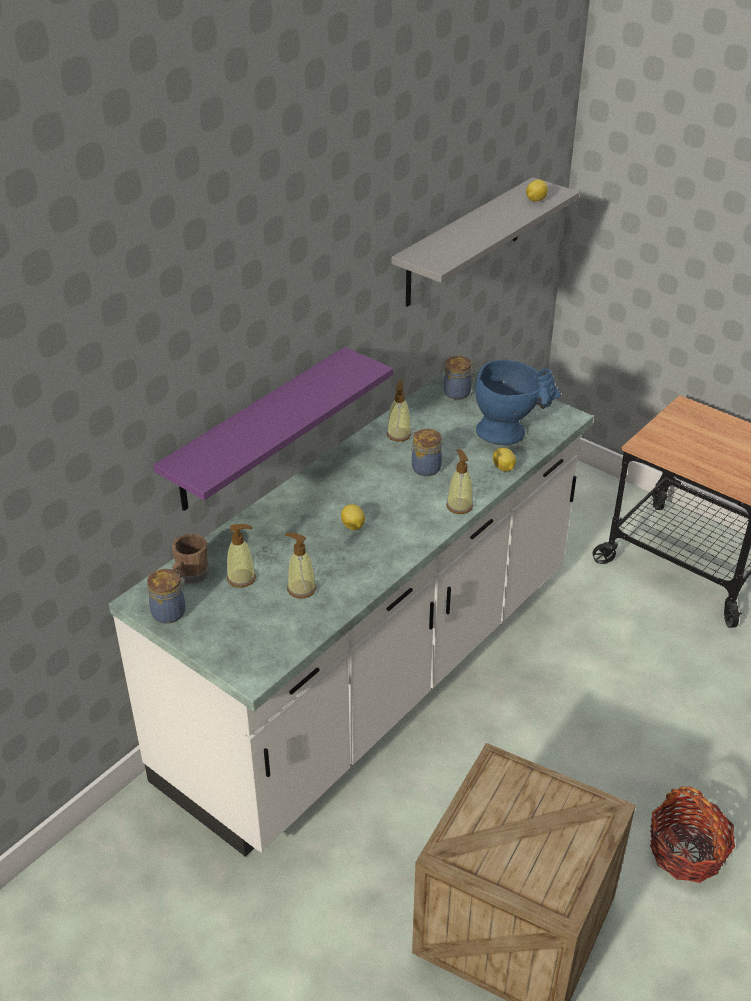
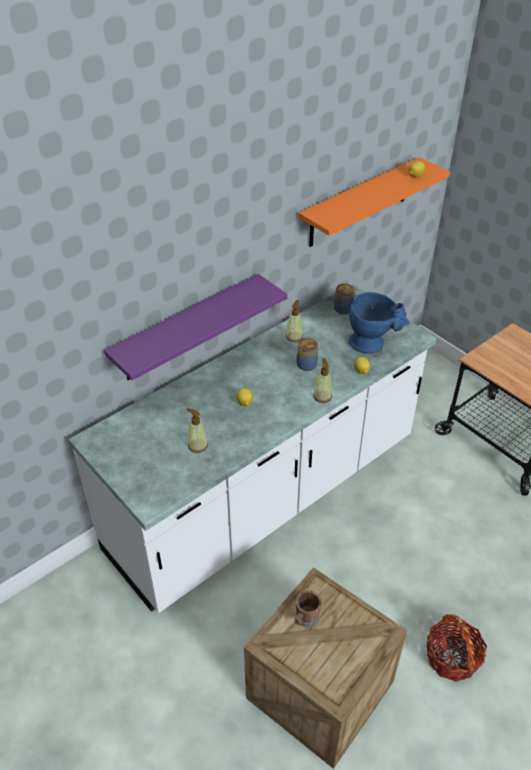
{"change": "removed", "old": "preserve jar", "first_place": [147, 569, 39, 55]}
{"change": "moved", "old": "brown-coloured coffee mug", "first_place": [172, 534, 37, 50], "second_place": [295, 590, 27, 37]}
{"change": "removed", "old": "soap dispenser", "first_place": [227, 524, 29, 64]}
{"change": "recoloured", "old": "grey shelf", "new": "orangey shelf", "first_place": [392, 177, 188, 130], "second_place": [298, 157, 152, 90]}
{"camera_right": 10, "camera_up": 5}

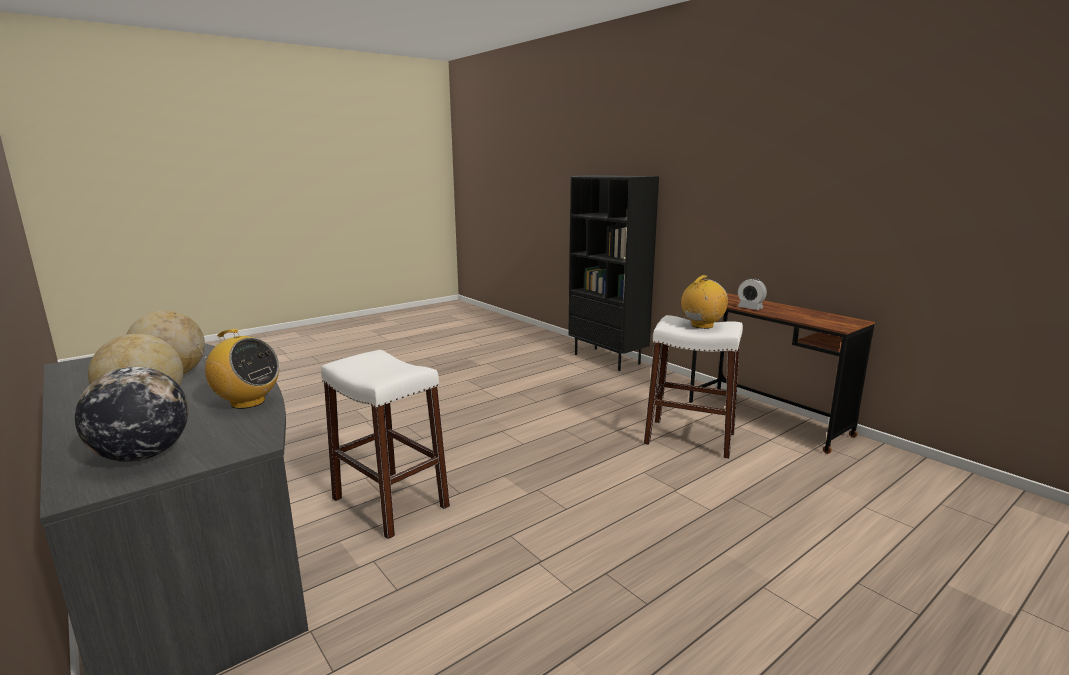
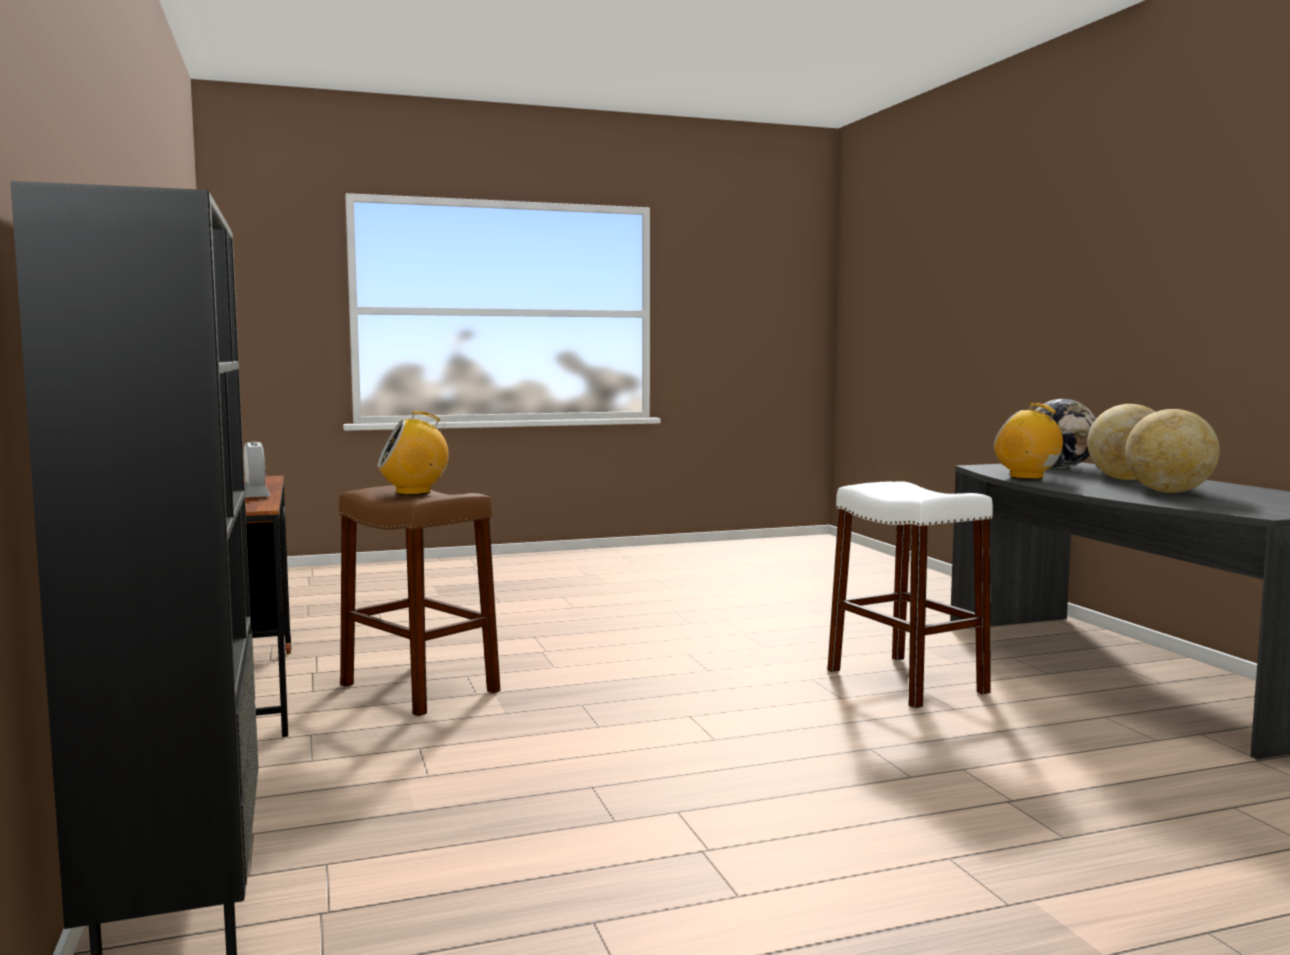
{"change": "recoloured", "old": "white stool seat", "new": "brown-coloured stool seat", "first_place": [644, 315, 99, 144], "second_place": [339, 485, 161, 231]}
{"camera_right": -160, "camera_up": -10}

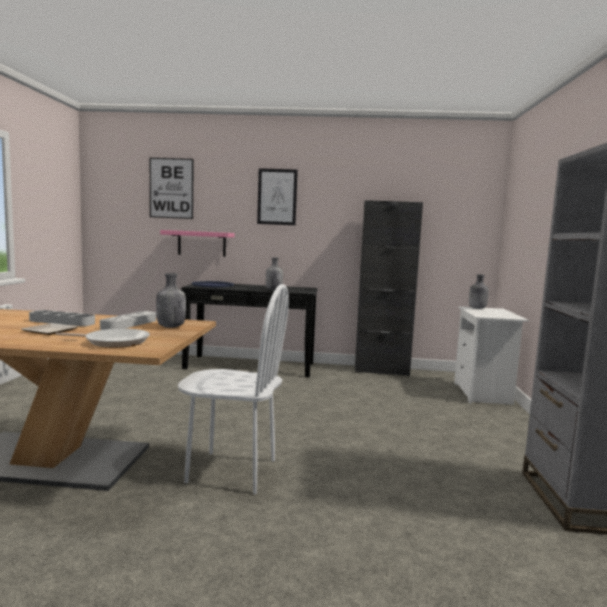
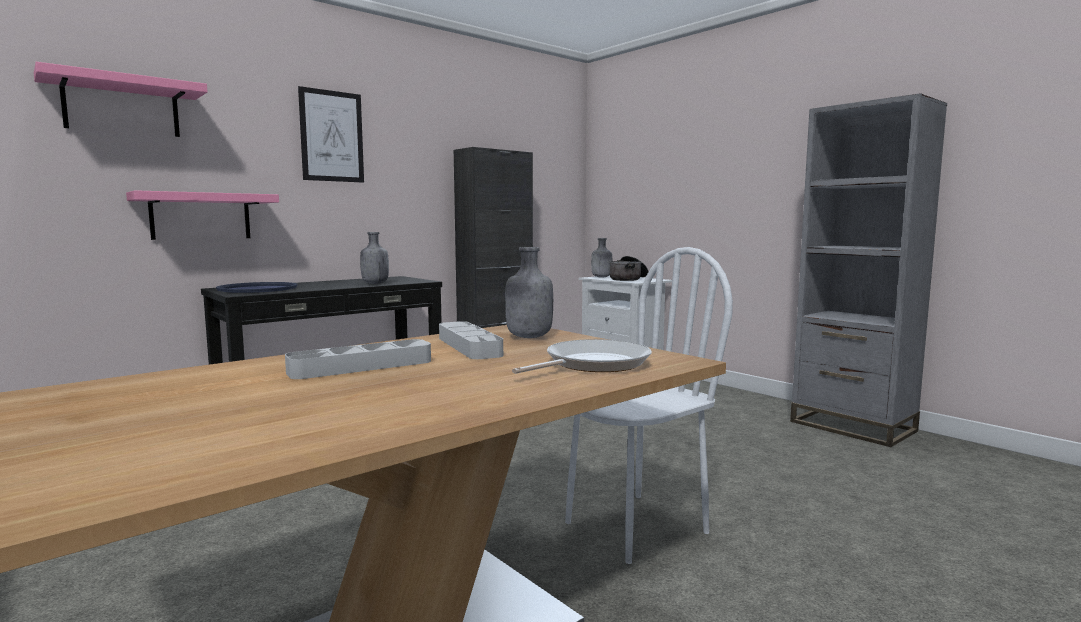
{"change": "removed", "old": "dinner plate", "first_place": [21, 323, 57, 12]}
{"change": "replaced", "old": "wall picture", "new": "pinkish shelf", "first_place": [150, 158, 44, 61], "second_place": [34, 62, 174, 75]}
{"change": "added", "new": "cooking pot", "second_place": [609, 256, 39, 25]}
{"camera_right": -45, "camera_up": 0}

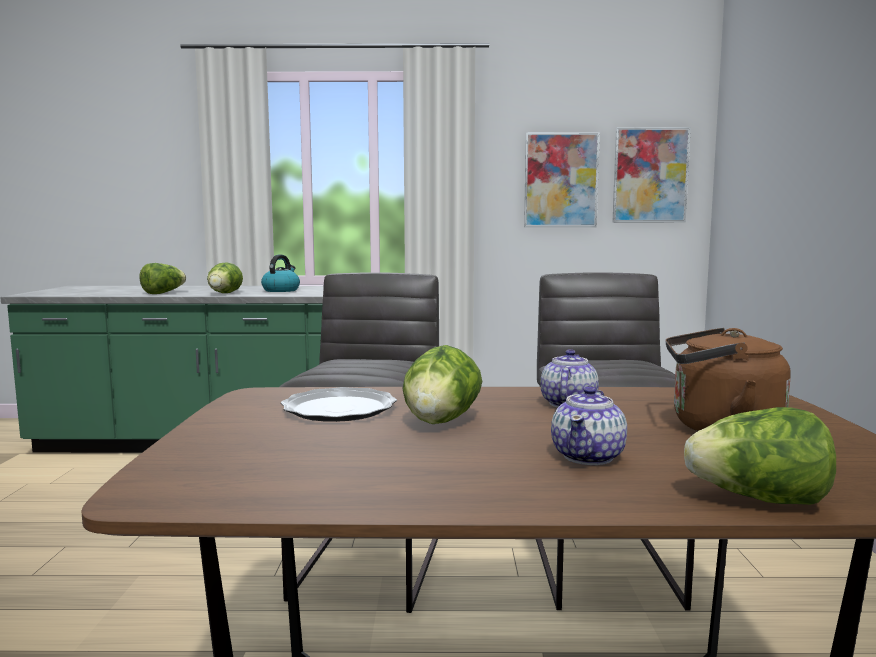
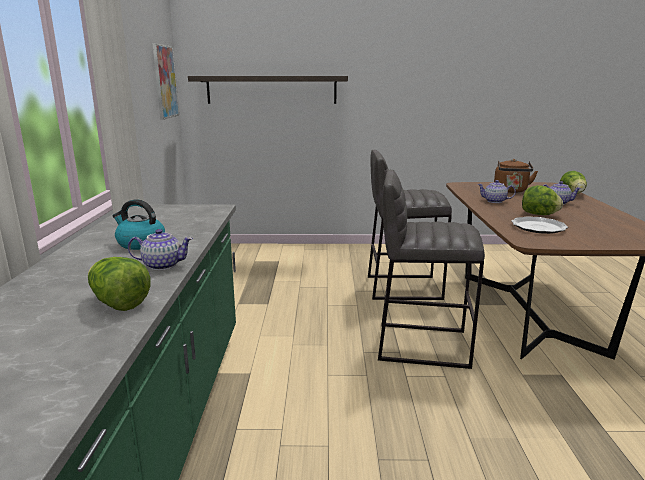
{"change": "replaced", "old": "lettuce", "new": "pot for tea", "first_place": [207, 263, 36, 30], "second_place": [128, 229, 65, 41]}
{"change": "removed", "old": "wall picture", "first_place": [524, 132, 76, 96]}
{"change": "added", "new": "shelf", "second_place": [188, 76, 160, 28]}
{"camera_right": -90, "camera_up": 10}

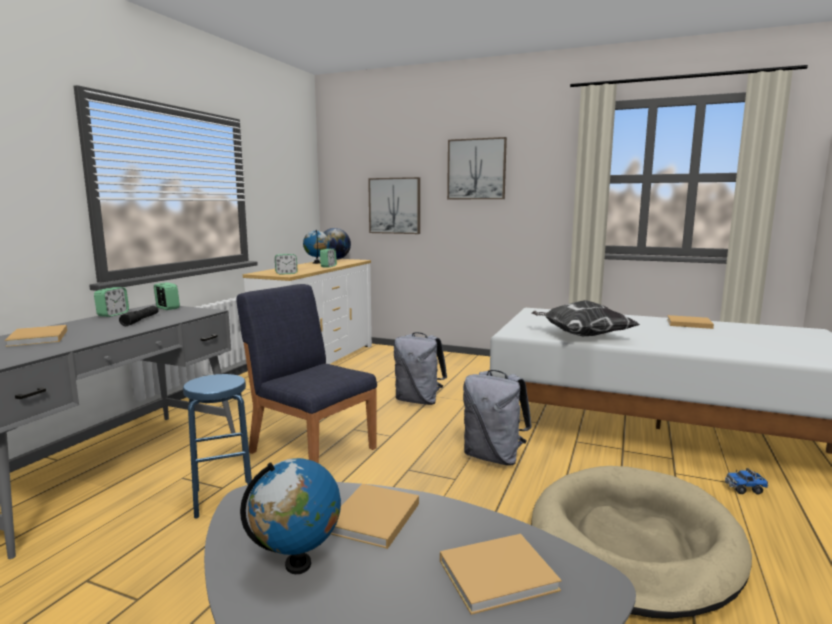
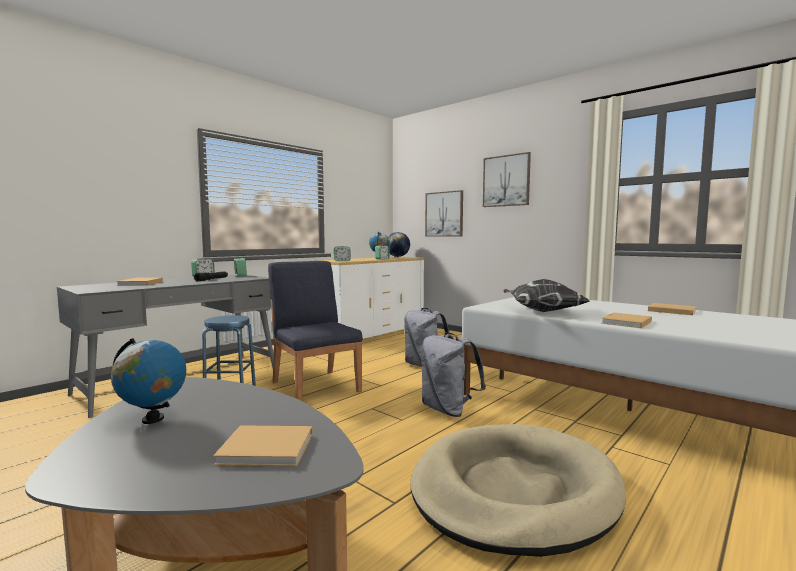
{"change": "moved", "old": "sand-coloured bound book", "first_place": [330, 484, 89, 65], "second_place": [601, 312, 51, 16]}
{"change": "removed", "old": "model truck", "first_place": [725, 468, 43, 27]}
{"camera_right": 20, "camera_up": -5}

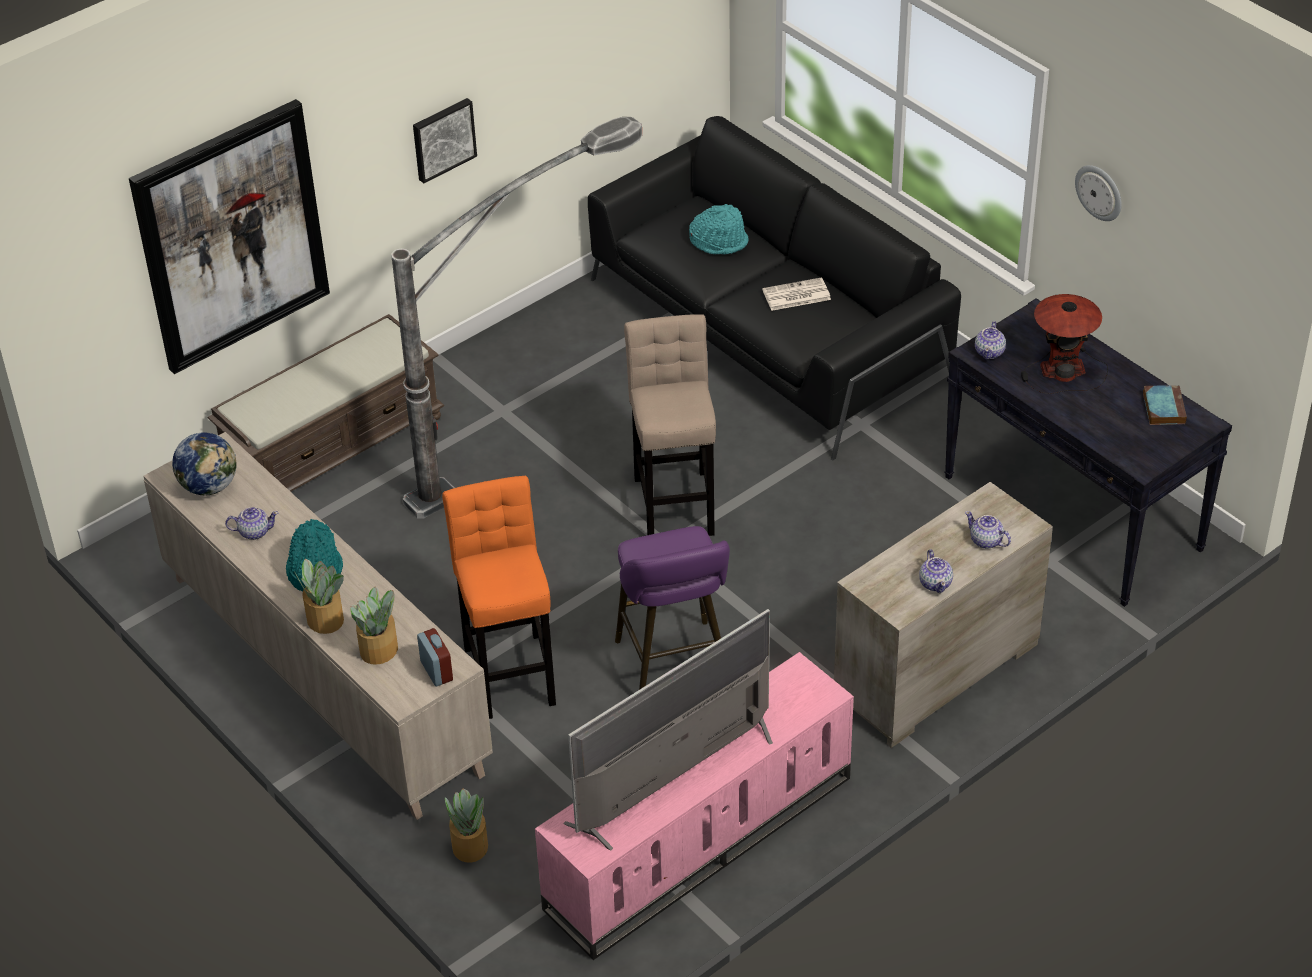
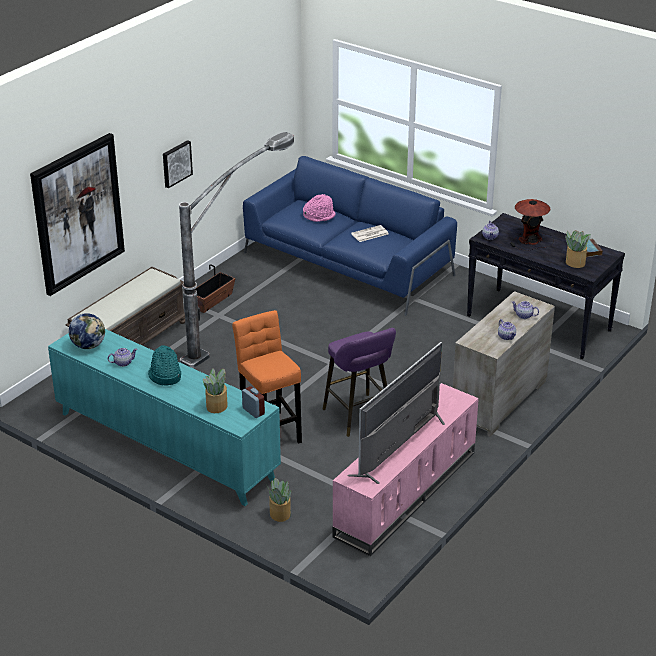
{"change": "recoloured", "old": "sand-coloured cabinet", "new": "turquoise-coloured cabinet", "first_place": [143, 432, 350, 388], "second_place": [48, 329, 233, 177]}
{"change": "moved", "old": "houseplant", "first_place": [294, 559, 50, 75], "second_place": [565, 230, 26, 38]}
{"change": "recoloured", "old": "blackish couch", "new": "bluish couch", "first_place": [588, 116, 373, 344], "second_place": [243, 156, 214, 160]}
{"change": "removed", "old": "sand-coloured stool seat", "first_place": [624, 314, 92, 222]}
{"change": "recoloured", "old": "turquoise-coloured wearable hat", "new": "pinkish wearable hat", "first_place": [689, 204, 60, 51], "second_place": [303, 194, 33, 28]}
{"change": "removed", "old": "wall clock", "first_place": [1075, 165, 47, 56]}
{"change": "added", "new": "planter", "second_place": [195, 264, 41, 49]}
{"camera_right": -15, "camera_up": -10}

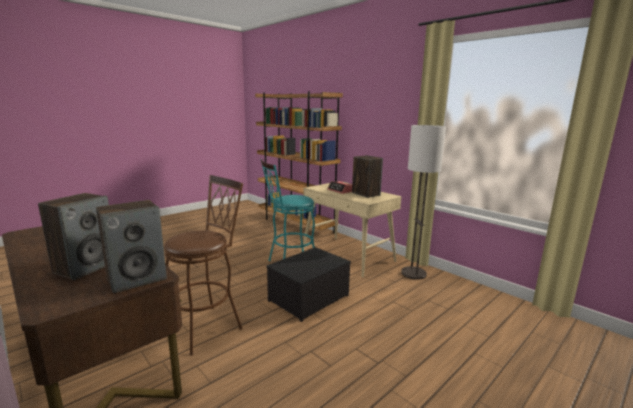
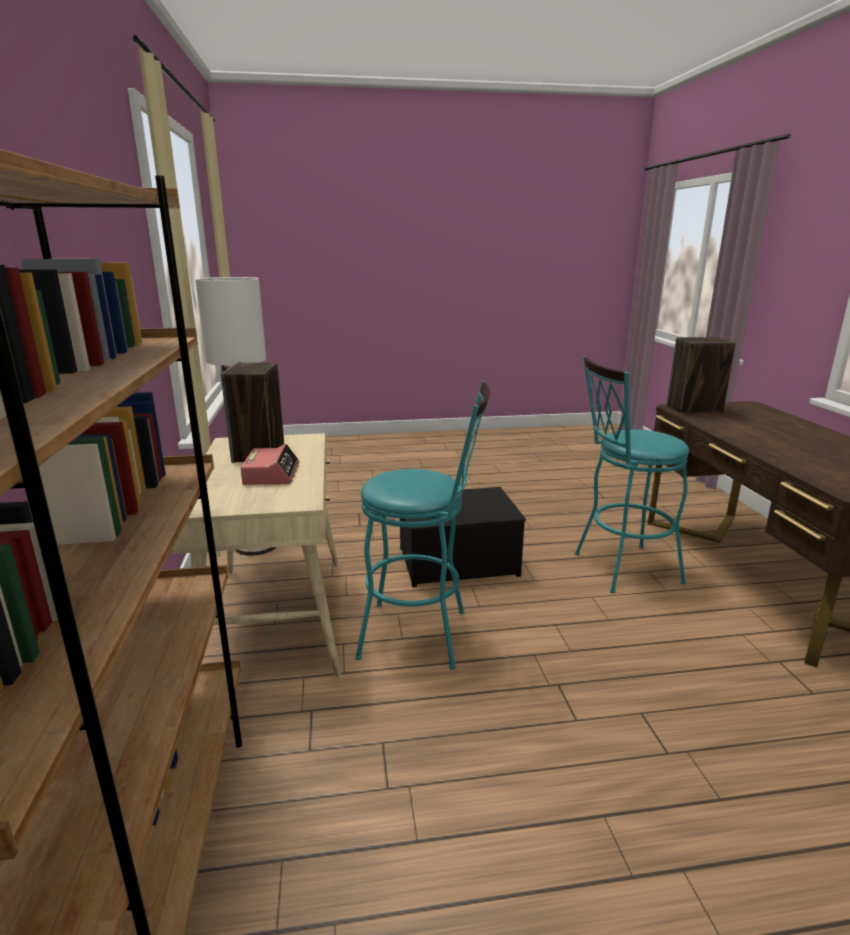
{"change": "removed", "old": "loudspeaker", "first_place": [38, 193, 71, 87]}
{"change": "recoloured", "old": "brown-coloured stool seat", "new": "turquoise-coloured stool seat", "first_place": [164, 175, 79, 181], "second_place": [575, 356, 114, 237]}
{"camera_right": -145, "camera_up": 5}

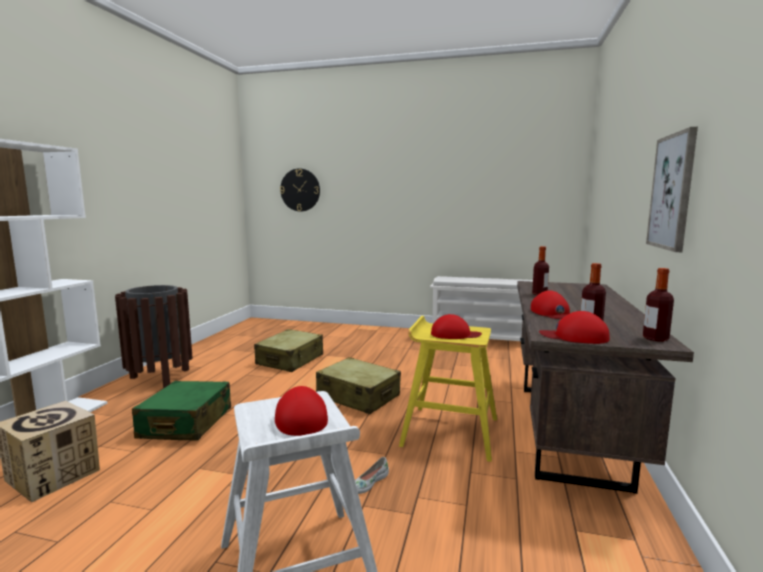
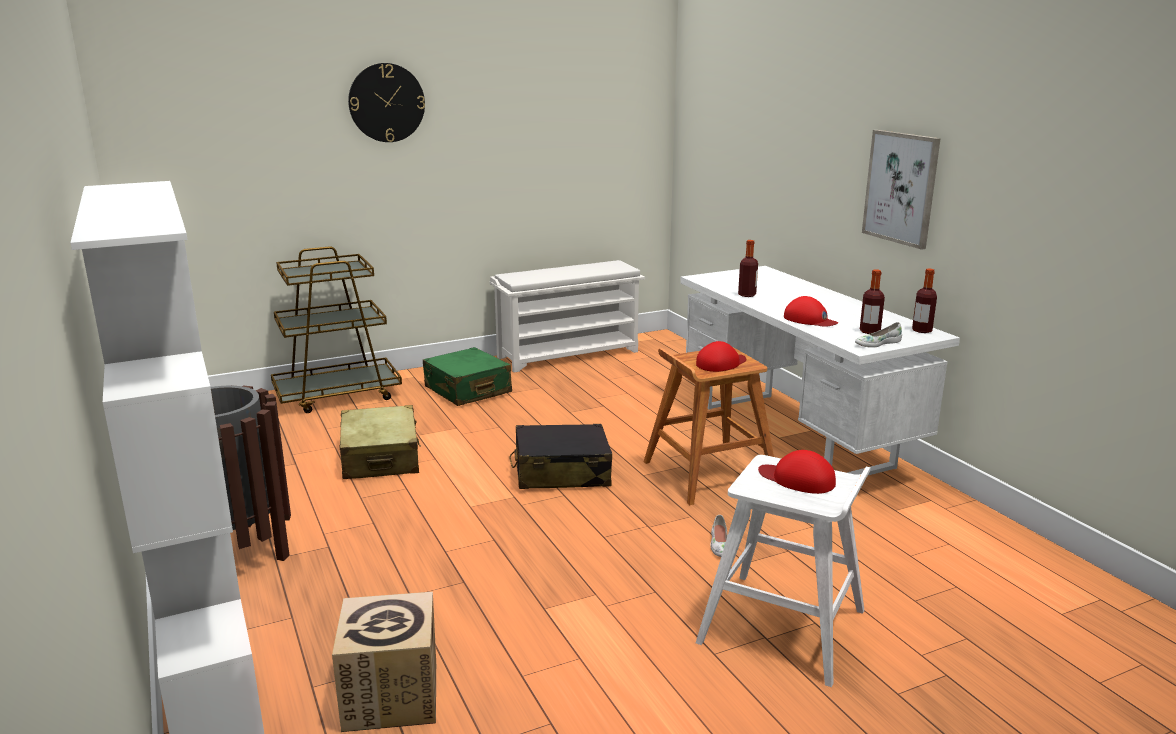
{"change": "moved", "old": "green suitcase", "first_place": [132, 381, 99, 60], "second_place": [423, 347, 89, 59]}
{"change": "moved", "old": "wall clock", "first_place": [280, 168, 40, 44], "second_place": [348, 63, 77, 79]}
{"change": "recoloured", "old": "sand-coloured suitcase", "new": "blackish suitcase", "first_place": [316, 357, 85, 57], "second_place": [509, 424, 103, 65]}
{"change": "recoloured", "old": "yellow stool seat", "new": "brown-coloured stool seat", "first_place": [399, 316, 98, 146], "second_place": [644, 347, 130, 158]}
{"change": "recoloured", "old": "brown-coloured desk", "new": "white desk", "first_place": [517, 281, 177, 213], "second_place": [680, 266, 280, 209]}
{"change": "replaced", "old": "reddish peaked cap", "new": "white low shoe", "first_place": [539, 311, 71, 33], "second_place": [855, 322, 47, 26]}
{"change": "added", "new": "brown-coloured cart", "second_place": [271, 246, 131, 167]}
{"camera_right": -40, "camera_up": 10}

